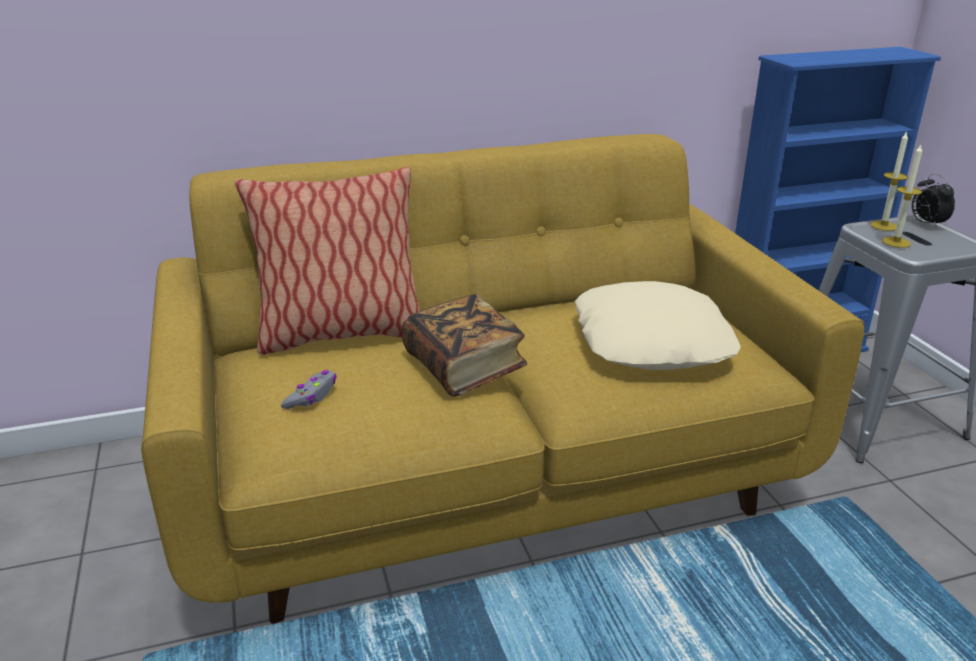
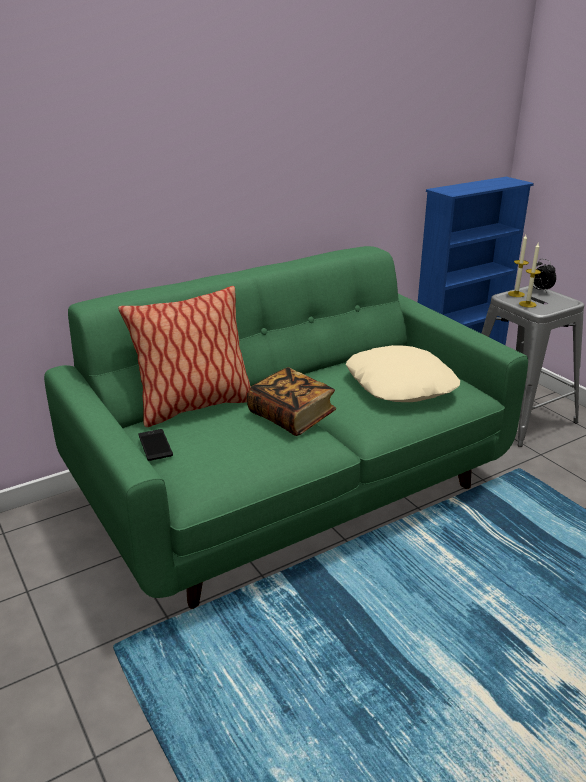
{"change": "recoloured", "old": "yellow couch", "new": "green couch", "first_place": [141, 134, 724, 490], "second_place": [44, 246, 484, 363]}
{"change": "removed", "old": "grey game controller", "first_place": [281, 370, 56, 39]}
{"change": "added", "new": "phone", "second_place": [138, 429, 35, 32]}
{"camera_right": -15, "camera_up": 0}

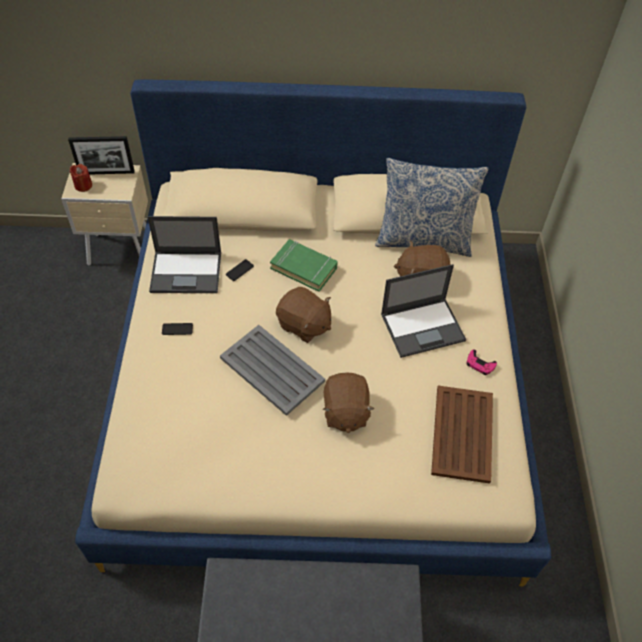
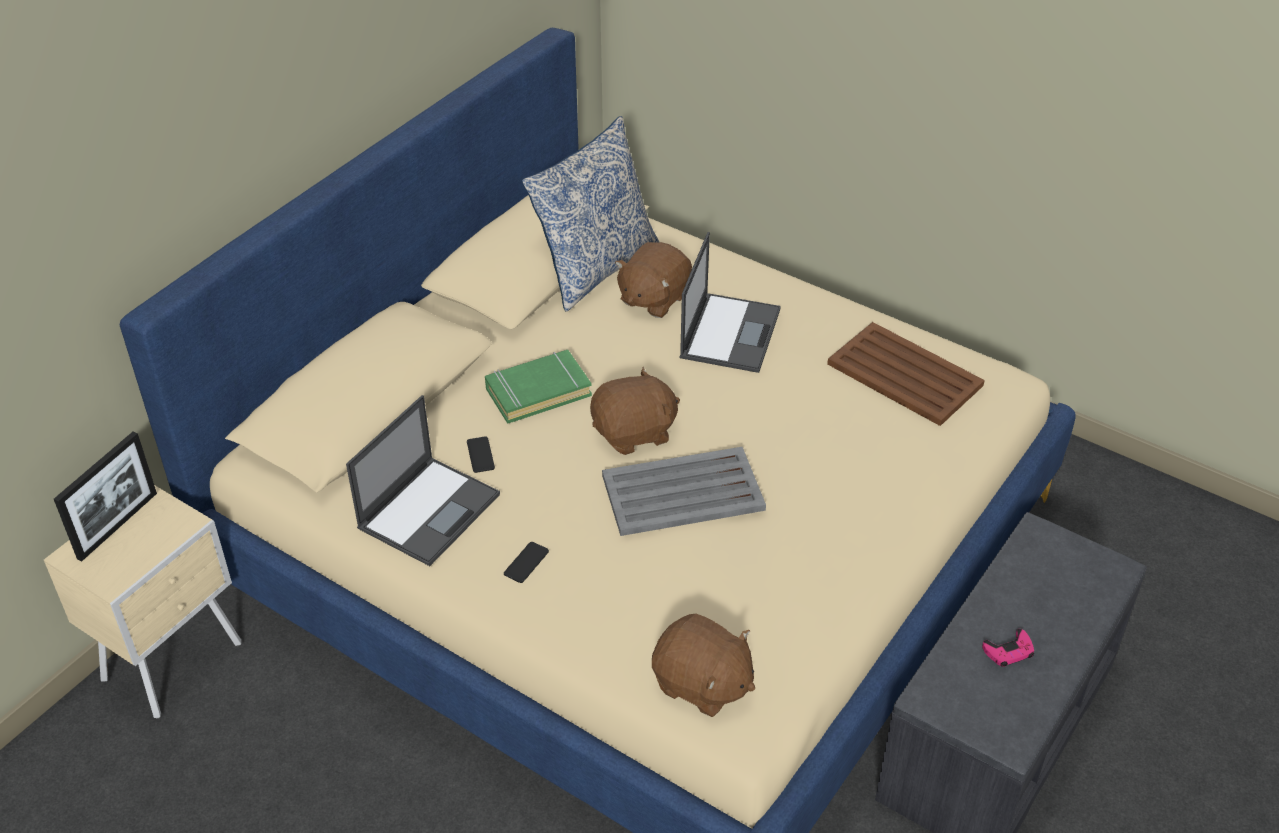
{"change": "removed", "old": "reddish wax candle", "first_place": [70, 164, 22, 28]}
{"change": "moved", "old": "brown-coloured cuddly toy", "first_place": [323, 372, 51, 61], "second_place": [652, 614, 103, 103]}
{"change": "moved", "old": "pinkish game controller", "first_place": [466, 349, 31, 26], "second_place": [982, 629, 52, 38]}
{"camera_right": -55, "camera_up": -10}

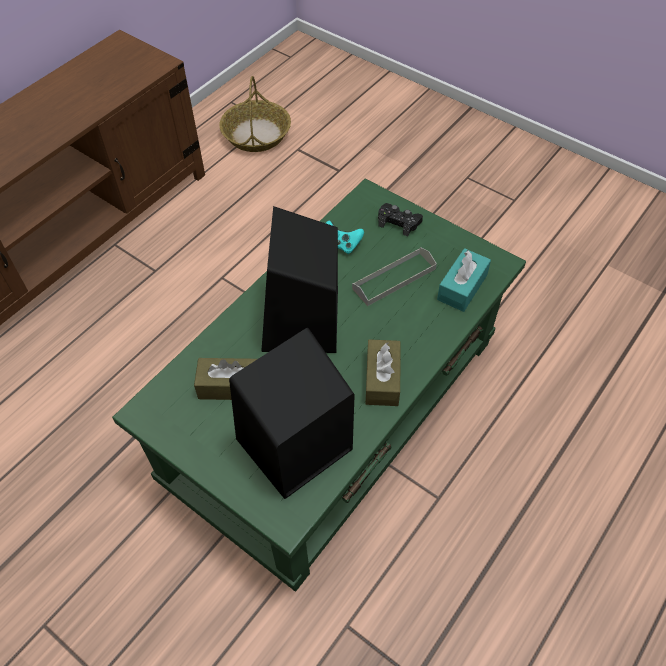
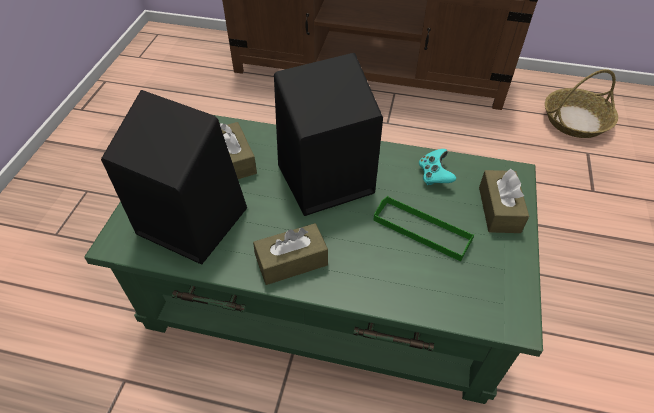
{"change": "recoloured", "old": "grey tray", "new": "green tray", "first_place": [352, 247, 85, 59], "second_place": [373, 196, 101, 66]}
{"change": "replaced", "old": "blackish game controller", "new": "brown-coloured box of tissues", "first_place": [378, 203, 45, 33], "second_place": [479, 168, 50, 65]}
{"change": "removed", "old": "turquoise-coloured box of tissues", "first_place": [437, 248, 54, 64]}
{"camera_right": 65, "camera_up": -5}

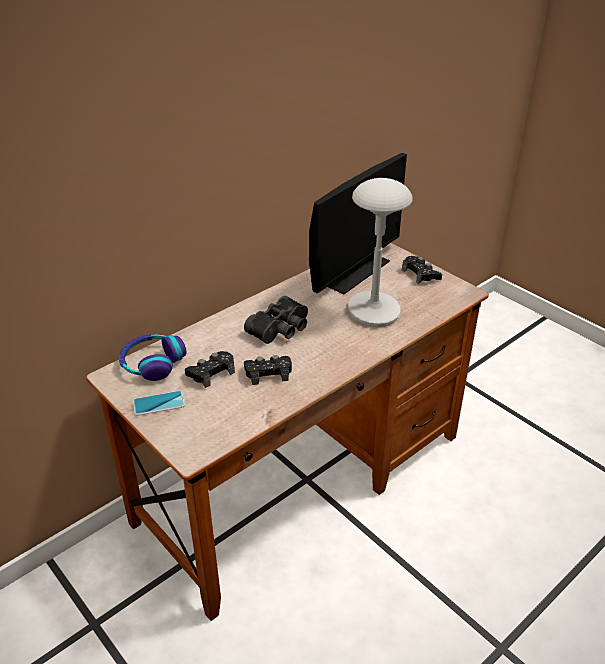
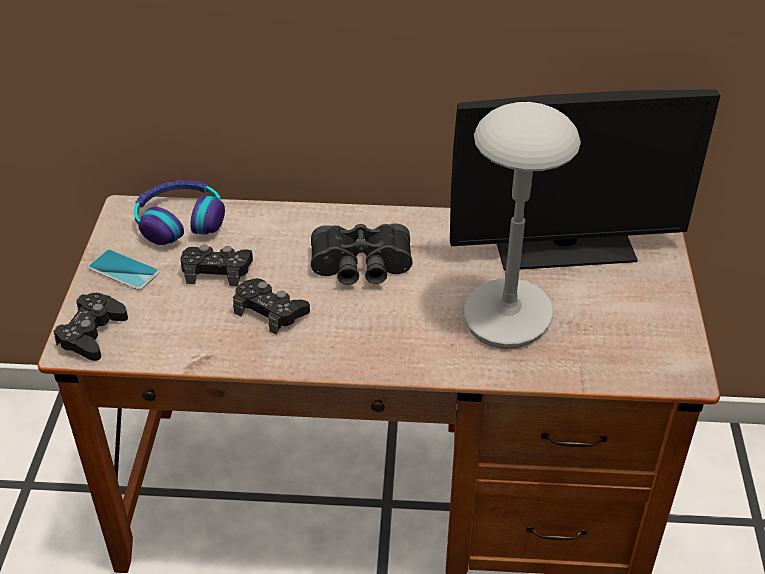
{"change": "moved", "old": "blackish game controller", "first_place": [402, 256, 40, 28], "second_place": [53, 293, 75, 68]}
{"camera_right": 45, "camera_up": 5}

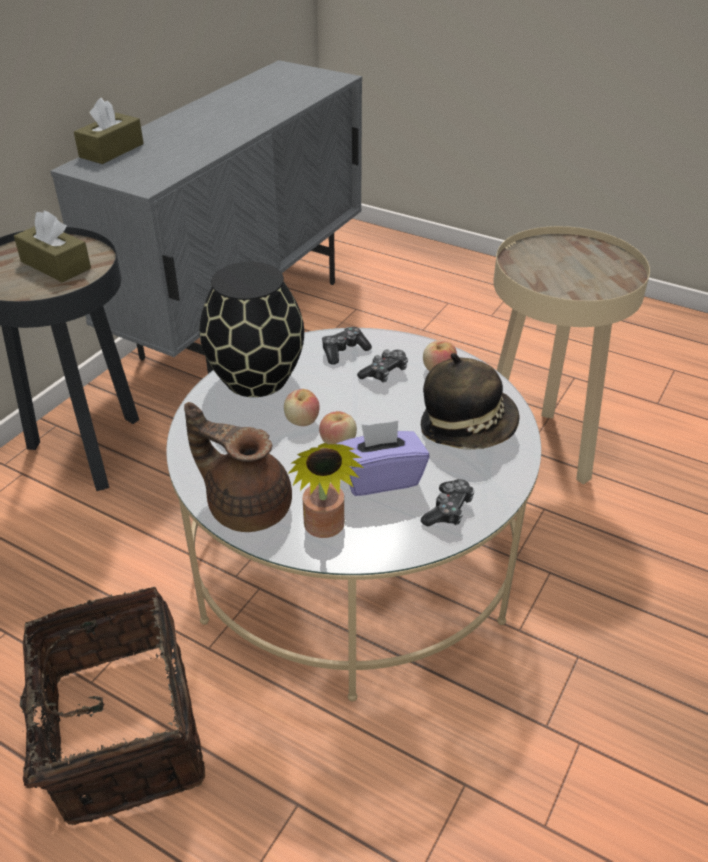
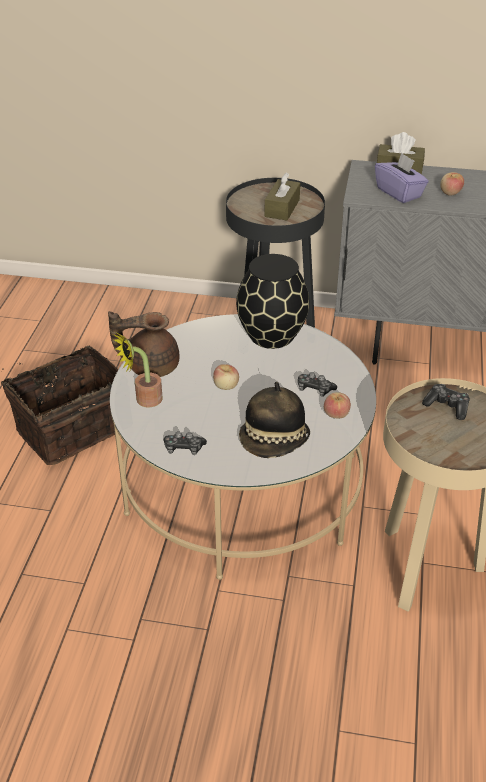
{"change": "turned", "old": "brown-coloured pot for tea", "first_place": [184, 402, 108, 130], "second_place": [108, 311, 71, 66], "degrees": -105}
{"change": "moved", "old": "apple", "first_place": [284, 389, 36, 37], "second_place": [440, 172, 24, 24]}
{"change": "moved", "old": "game controller", "first_place": [322, 327, 50, 38], "second_place": [422, 384, 48, 36]}
{"change": "moved", "old": "purplish box of tissues", "first_place": [336, 421, 93, 75], "second_place": [375, 152, 54, 51]}
{"camera_right": 70, "camera_up": 0}

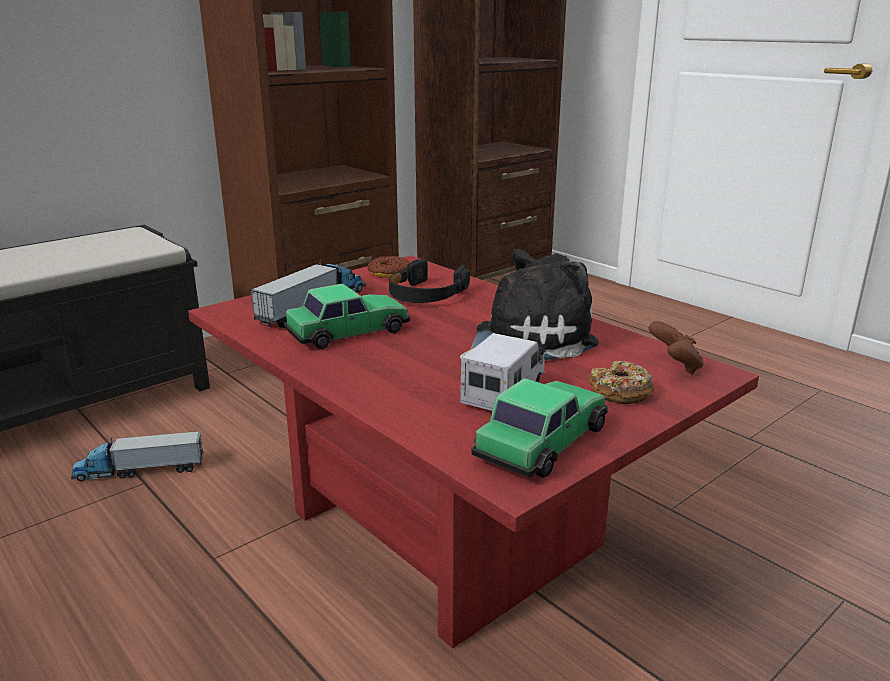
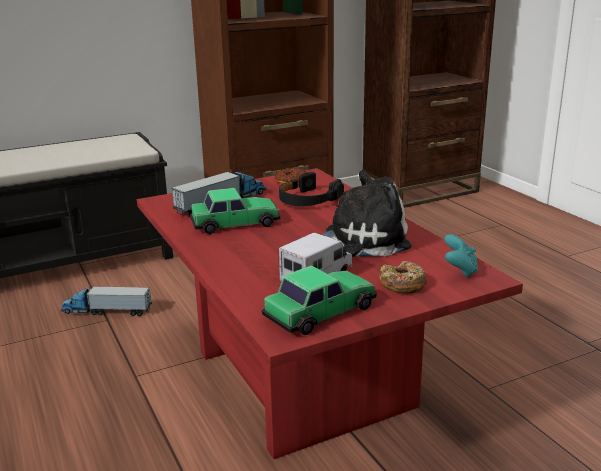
{"change": "recoloured", "old": "brown-coloured game controller", "new": "turquoise-coloured game controller", "first_place": [649, 321, 55, 54], "second_place": [444, 234, 34, 44]}
{"camera_right": 15, "camera_up": 0}

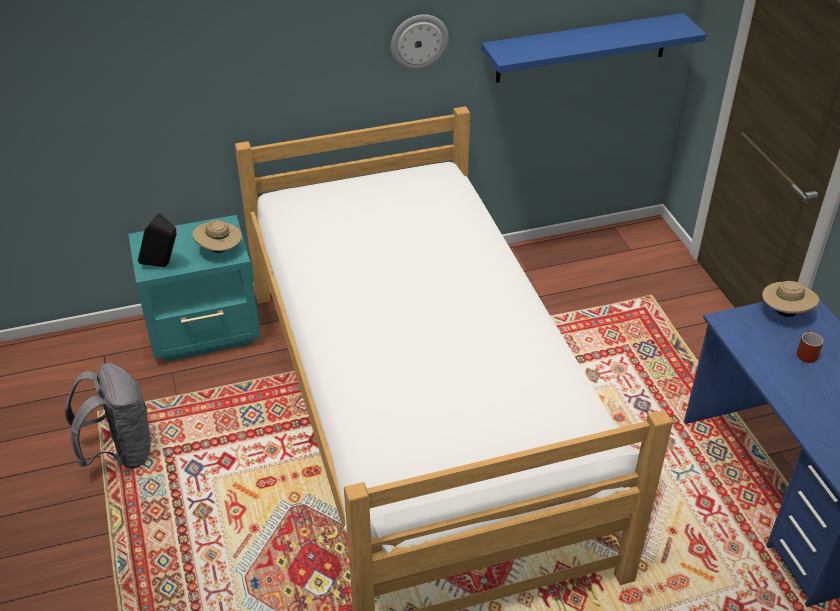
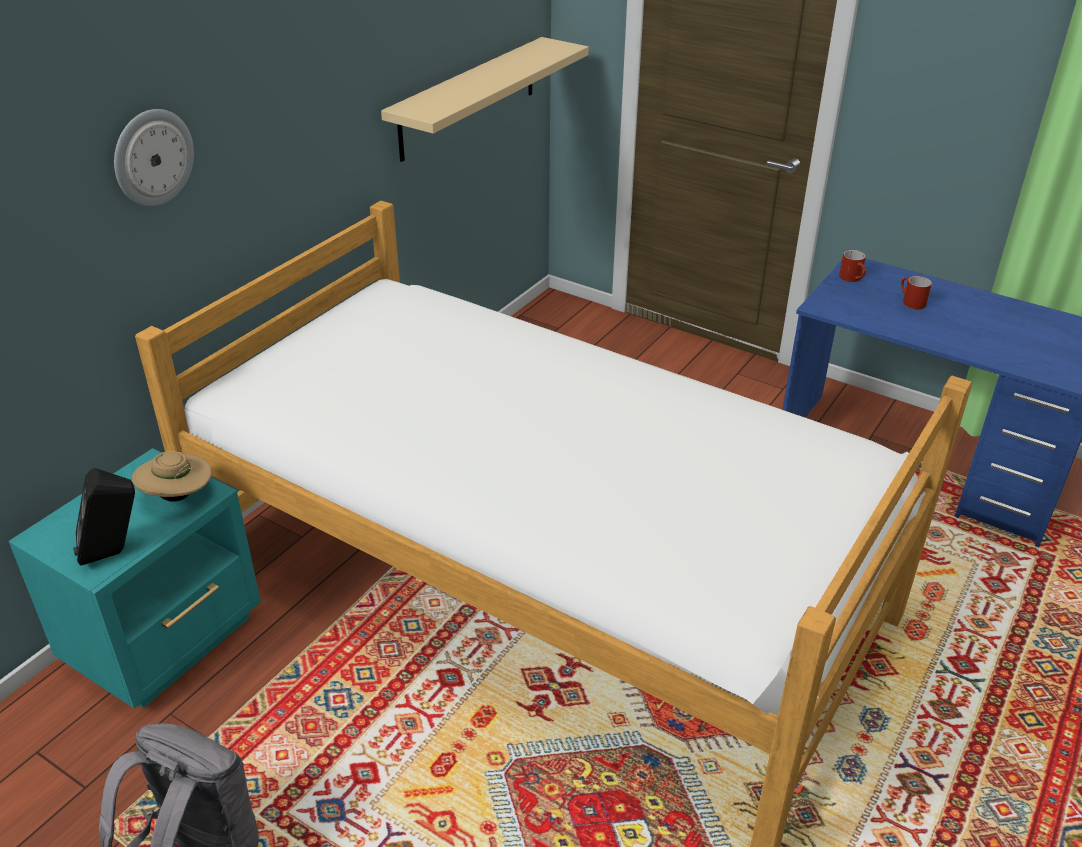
{"change": "moved", "old": "wall clock", "first_place": [391, 14, 58, 56], "second_place": [114, 109, 80, 97]}
{"change": "recoloured", "old": "bluish shelf", "new": "sand-coloured shelf", "first_place": [481, 13, 226, 70], "second_place": [381, 37, 208, 125]}
{"change": "replaced", "old": "sand-coloured wearable hat", "new": "reddish coffee mug", "first_place": [762, 280, 57, 37], "second_place": [839, 250, 27, 32]}
{"camera_right": -40, "camera_up": -5}

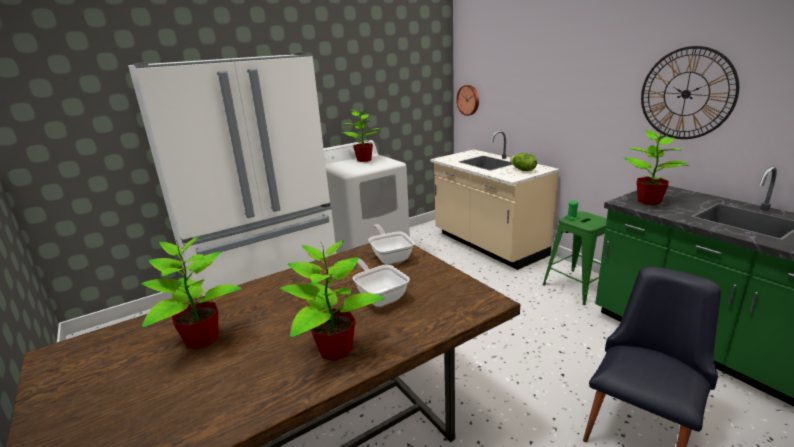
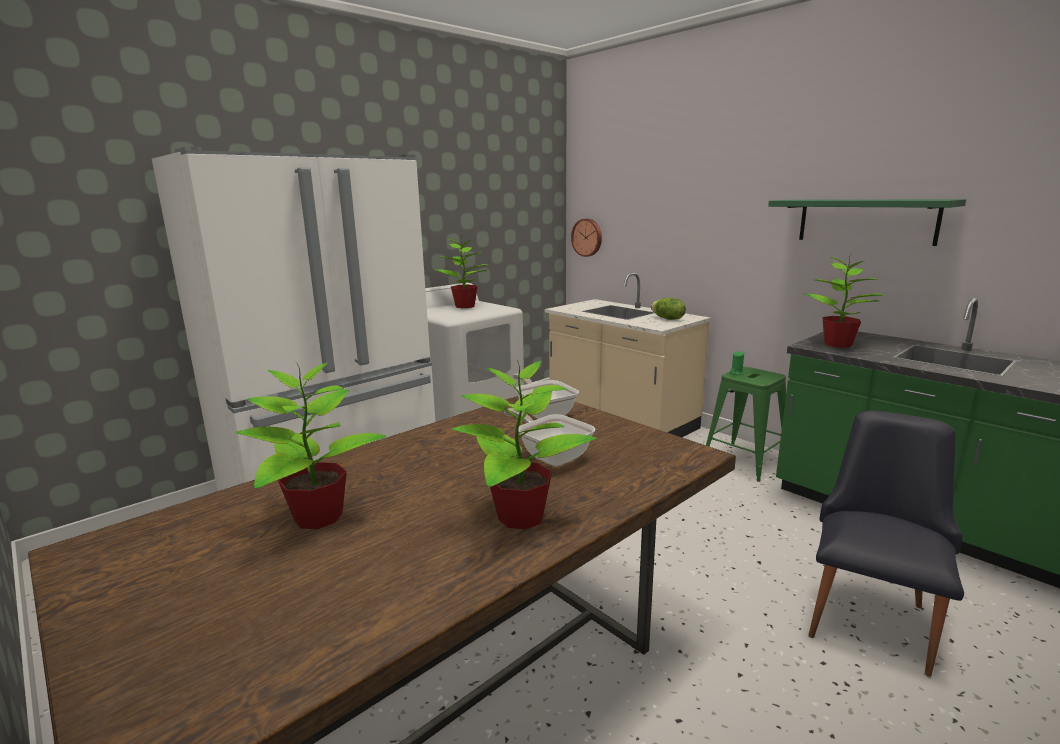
{"change": "replaced", "old": "wall clock", "new": "green shelf", "first_place": [641, 46, 98, 93], "second_place": [768, 199, 198, 47]}
{"camera_right": -10, "camera_up": -5}

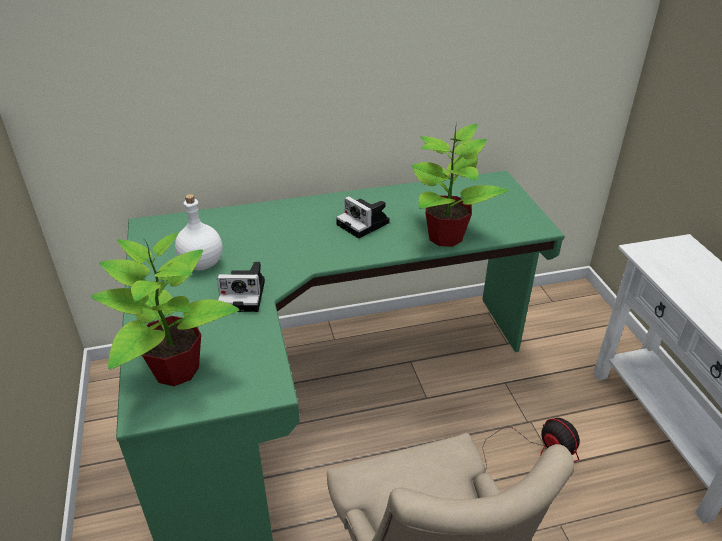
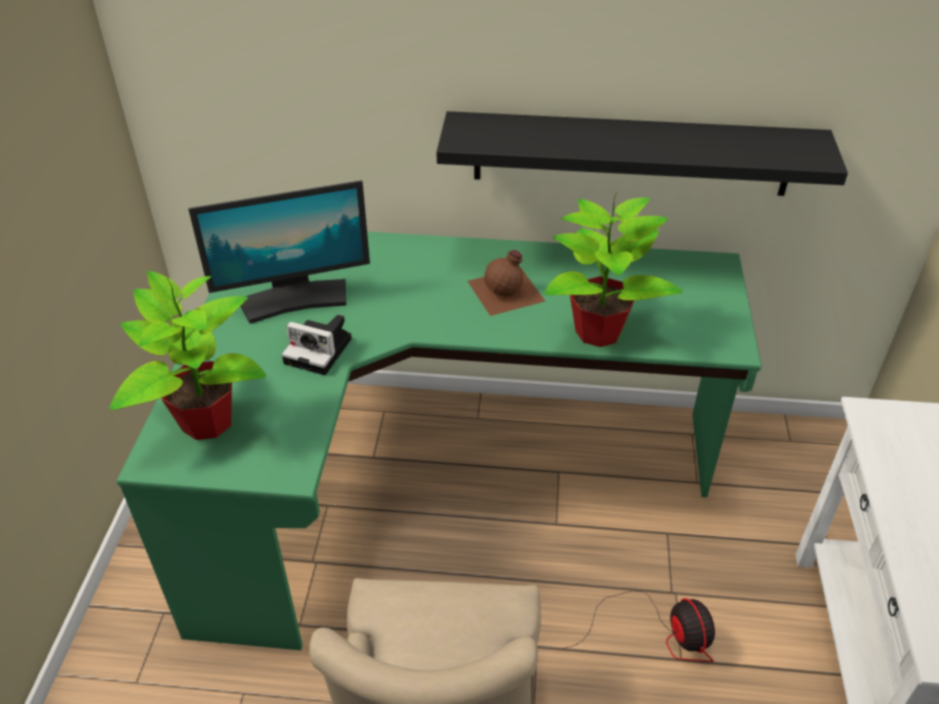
{"change": "replaced", "old": "white bottle", "new": "computer display", "first_place": [175, 194, 48, 77], "second_place": [188, 180, 182, 144]}
{"change": "replaced", "old": "still camera", "new": "brown-coloured bottle", "first_place": [336, 196, 54, 43], "second_place": [467, 250, 78, 66]}
{"change": "added", "new": "blackish shelf", "second_place": [436, 111, 412, 85]}
{"camera_right": 20, "camera_up": 5}

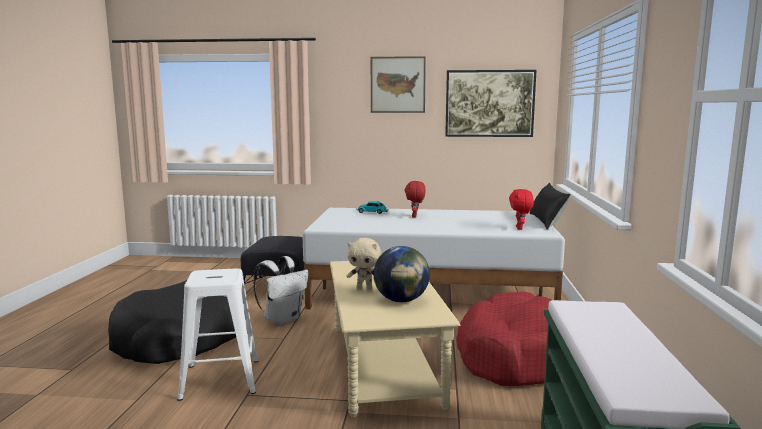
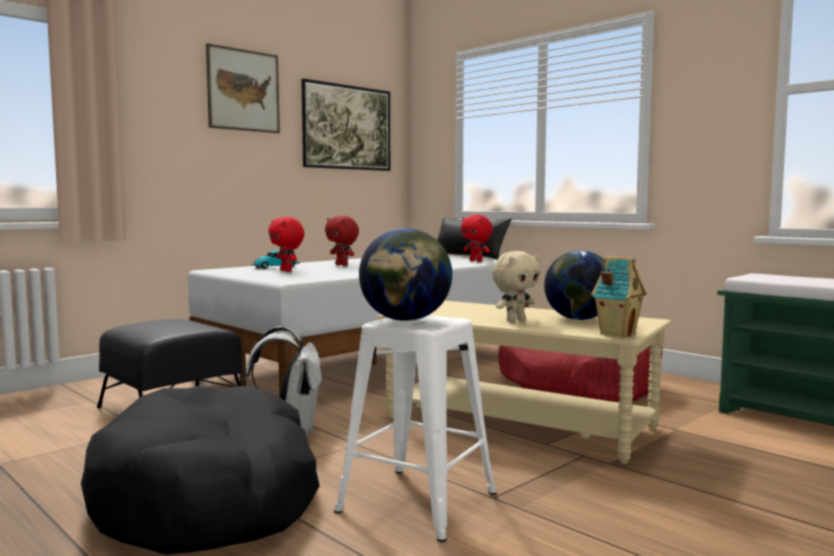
{"change": "added", "new": "reddish cuddly toy", "second_place": [268, 217, 36, 55]}
{"change": "added", "new": "desk globe", "second_place": [359, 228, 93, 93]}
{"change": "added", "new": "toy house", "second_place": [591, 256, 56, 82]}
{"camera_right": -50, "camera_up": -5}

